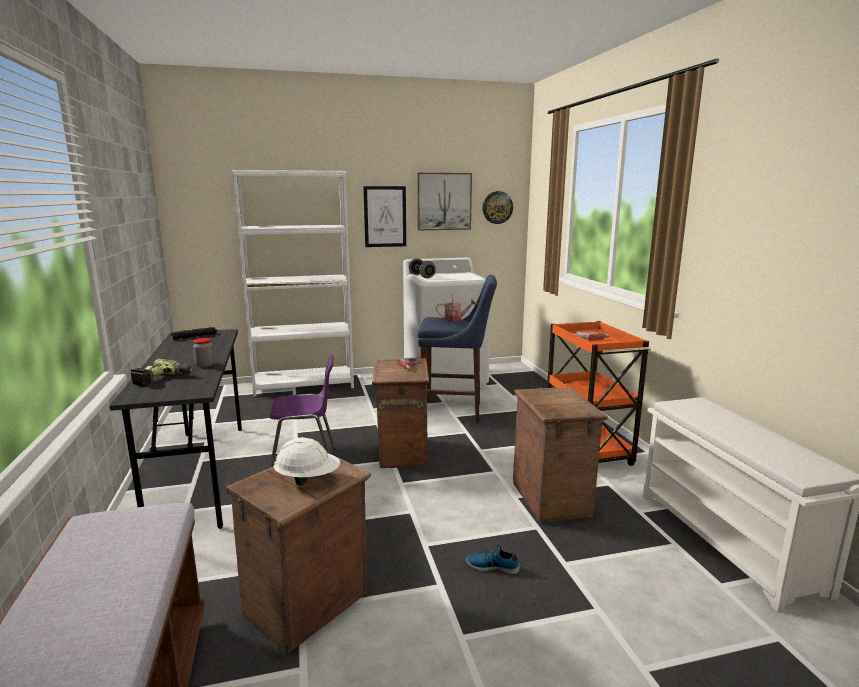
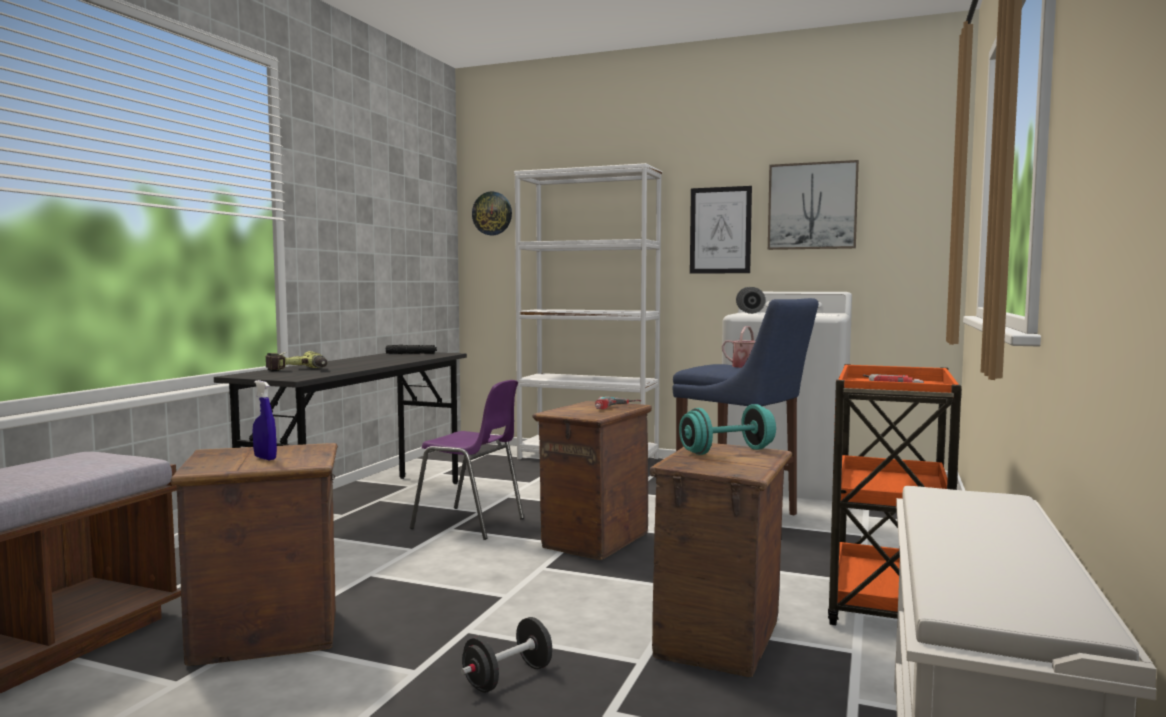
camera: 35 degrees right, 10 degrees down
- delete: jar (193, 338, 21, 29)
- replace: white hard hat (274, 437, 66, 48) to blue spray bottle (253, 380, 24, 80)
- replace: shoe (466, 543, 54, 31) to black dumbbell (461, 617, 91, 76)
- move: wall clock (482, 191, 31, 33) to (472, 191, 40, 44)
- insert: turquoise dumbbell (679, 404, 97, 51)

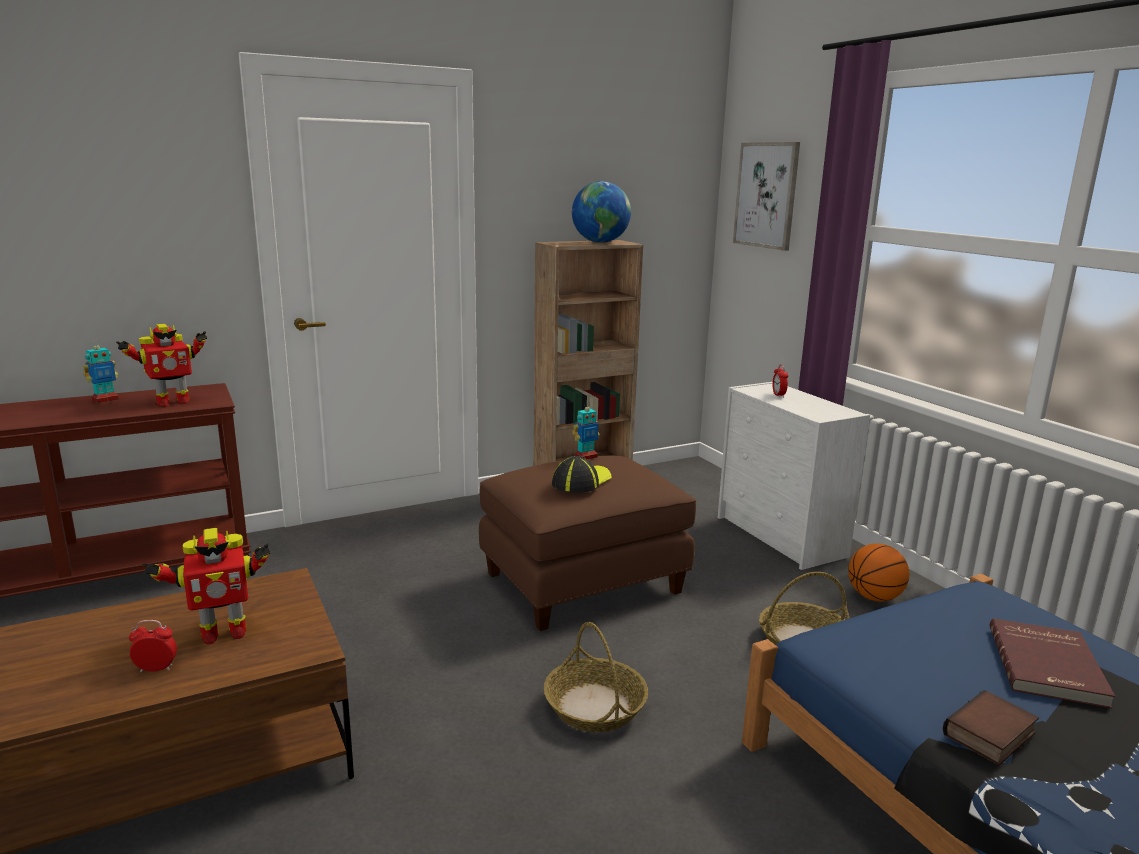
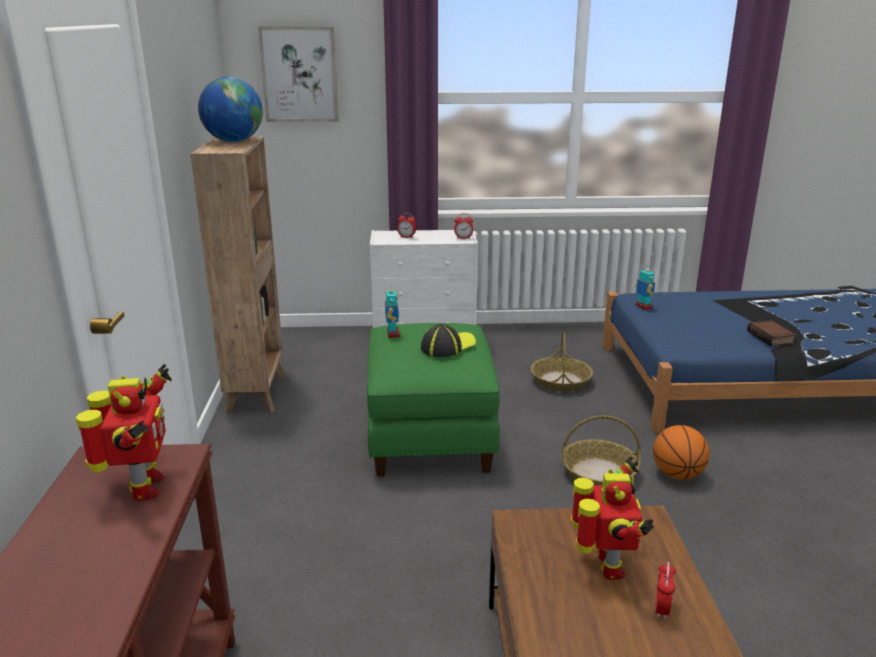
camera: 65 degrees left, 5 degrees up
- move: toy robot (83, 340, 36, 63) to (635, 266, 20, 44)
- recolor: brown ottoman (479, 456, 217, 175) to green ottoman (367, 323, 133, 154)
- rotate: cap (552, 456, 60, 37) = (421, 324, 55, 33) 75 degrees clockwise
- move: basketball (848, 544, 61, 58) to (653, 425, 57, 55)
- delete: red book (990, 619, 125, 89)
- insert: alarm clock (454, 213, 19, 26)

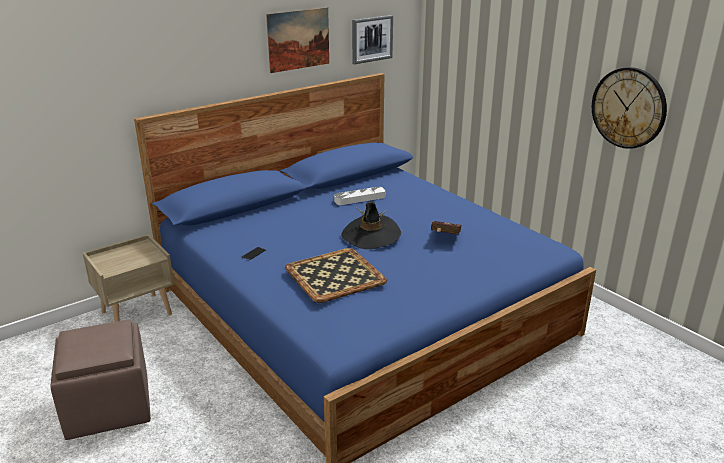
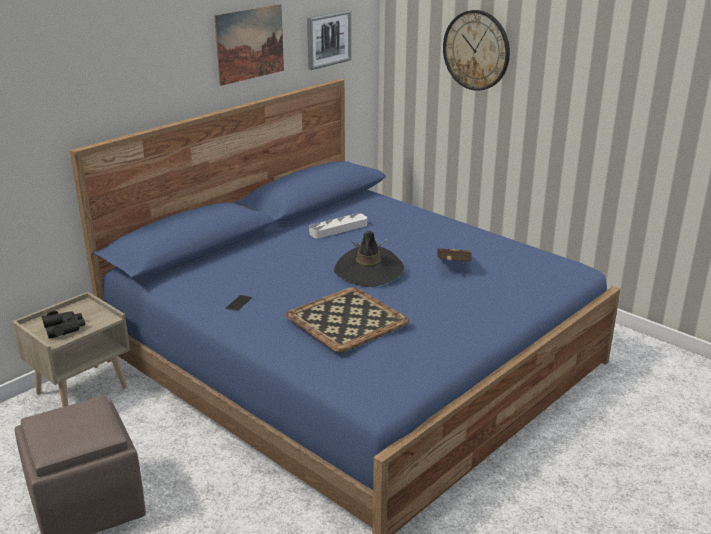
camera: 10 degrees left, 0 degrees up
- move: wall clock (592, 67, 75, 82) to (443, 10, 67, 81)
- insert: black binoculars (42, 311, 43, 28)

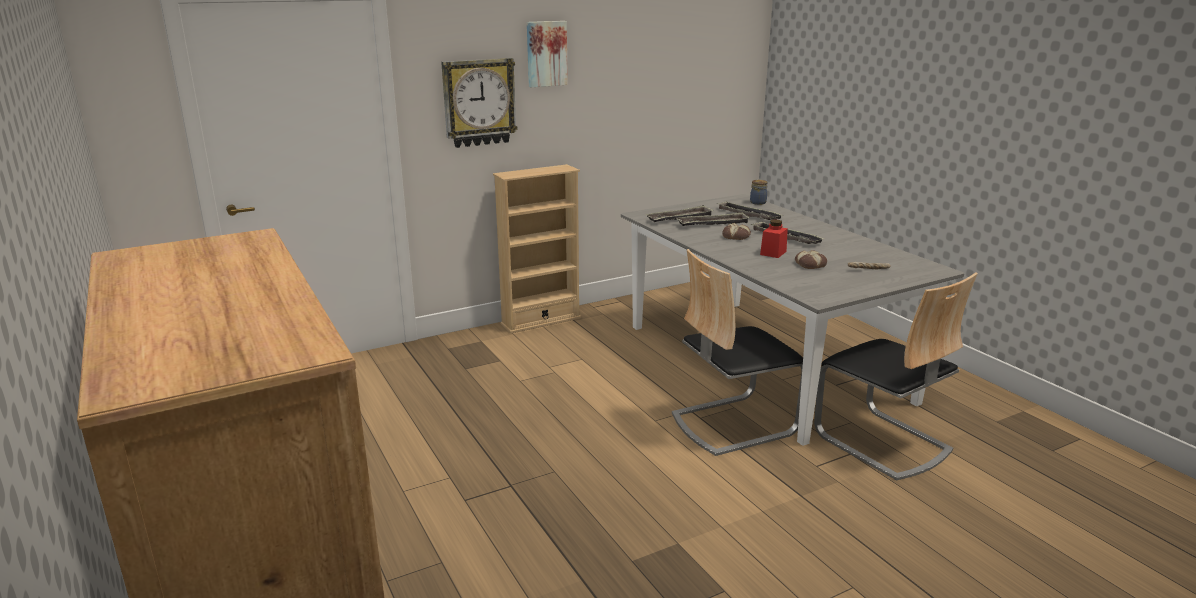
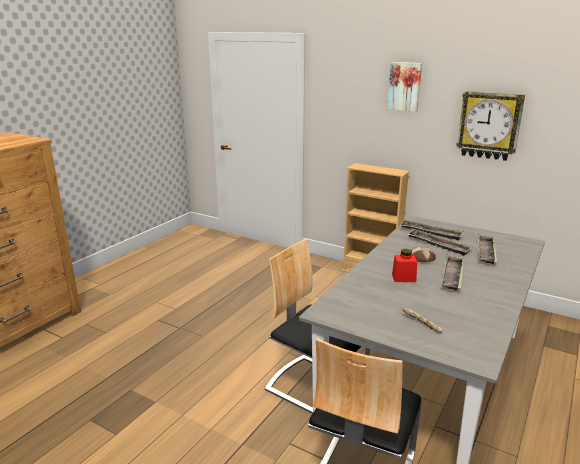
camera: 60 degrees right, 0 degrees up
- move: wall clock (441, 58, 77, 90) to (456, 91, 69, 70)
- delete: jar (750, 180, 18, 25)
- delete: bread (795, 250, 32, 19)

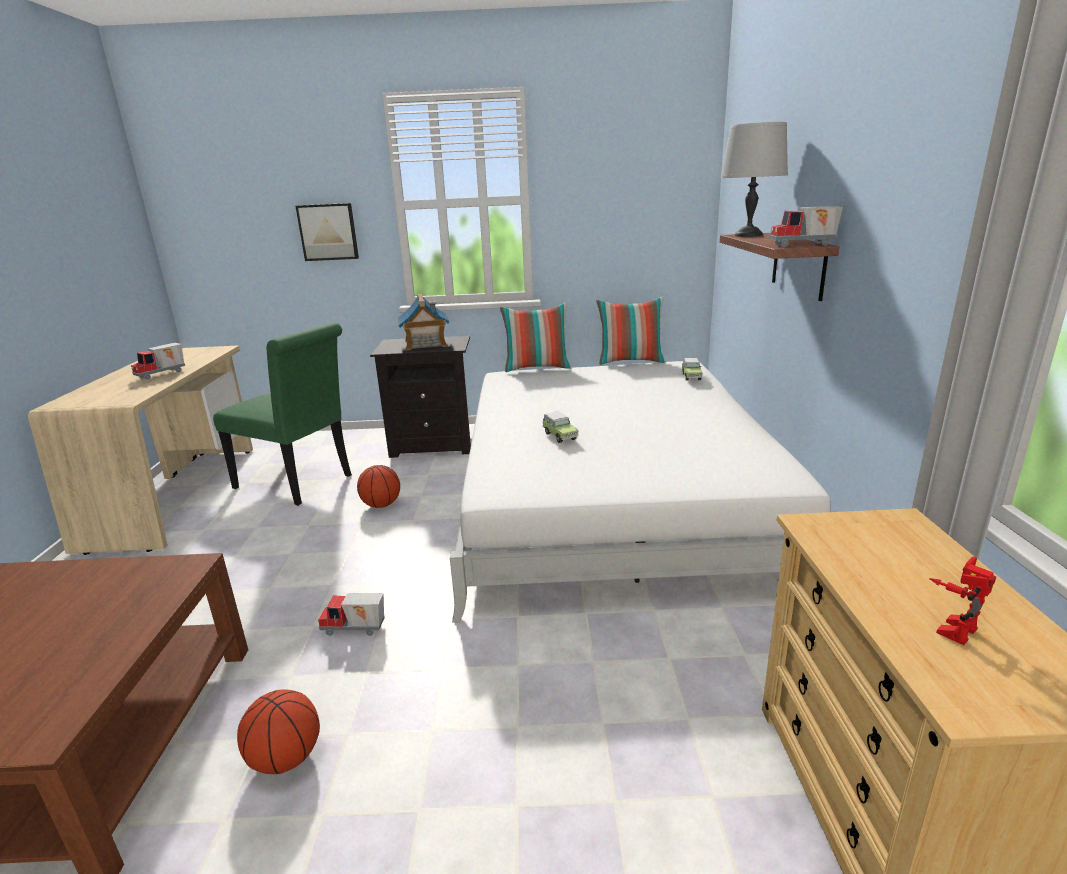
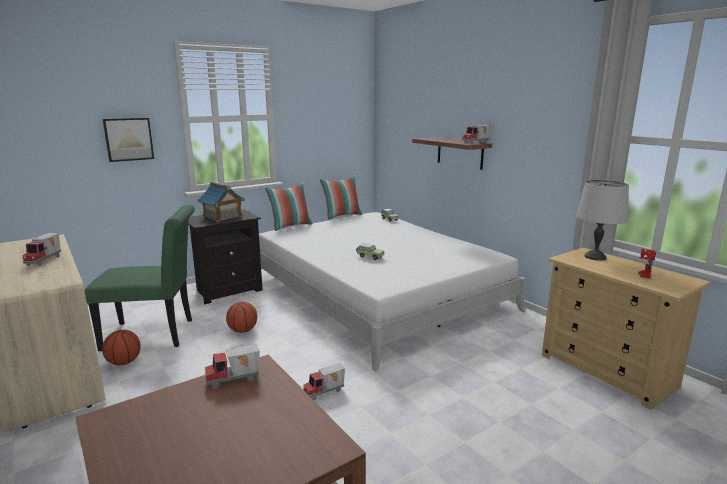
camera: 35 degrees left, 5 degrees down
- move: basketball (237, 689, 83, 85) to (102, 330, 39, 35)
- move: grey table lamp (721, 122, 67, 115) to (576, 180, 53, 81)
- insert: toy truck (205, 344, 55, 45)

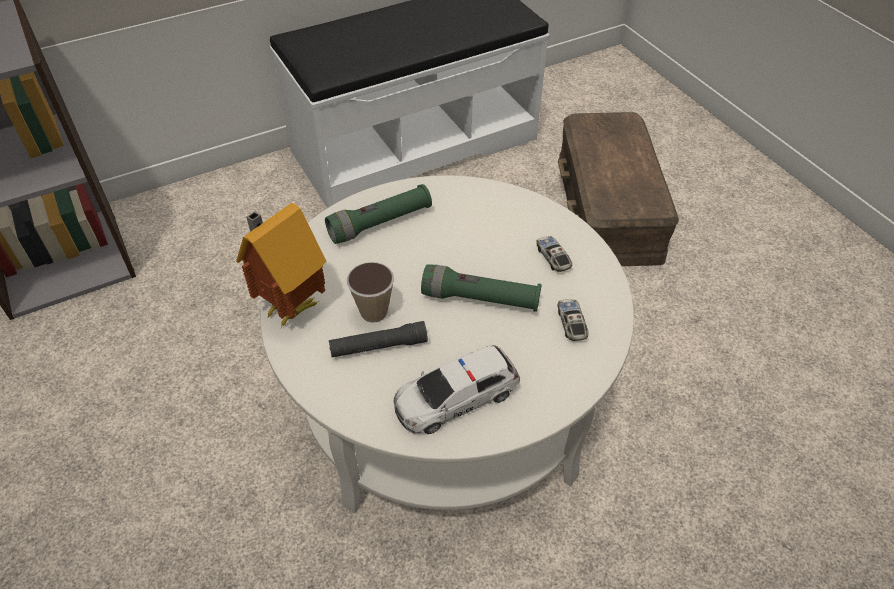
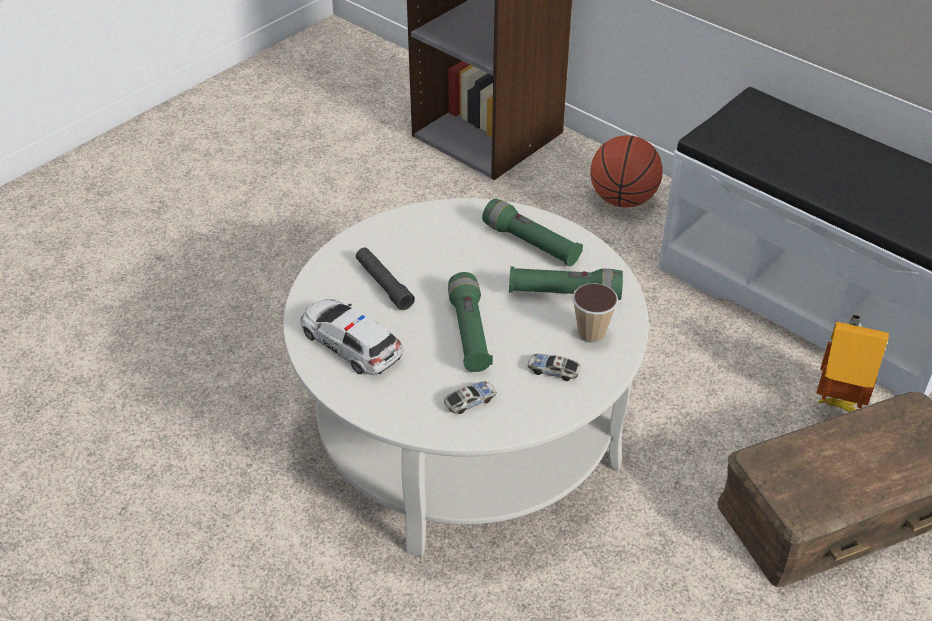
camera: 70 degrees right, 5 degrees down
- move: toy house (236, 203, 90, 125) to (816, 314, 73, 98)
- move: cup (347, 262, 47, 61) to (572, 283, 46, 60)
- rotate: toy car (536, 236, 36, 36) = (528, 354, 52, 27) 120 degrees counterclockwise
- insert: green flashlight (509, 266, 114, 34)
- insert: basketball (590, 135, 73, 73)

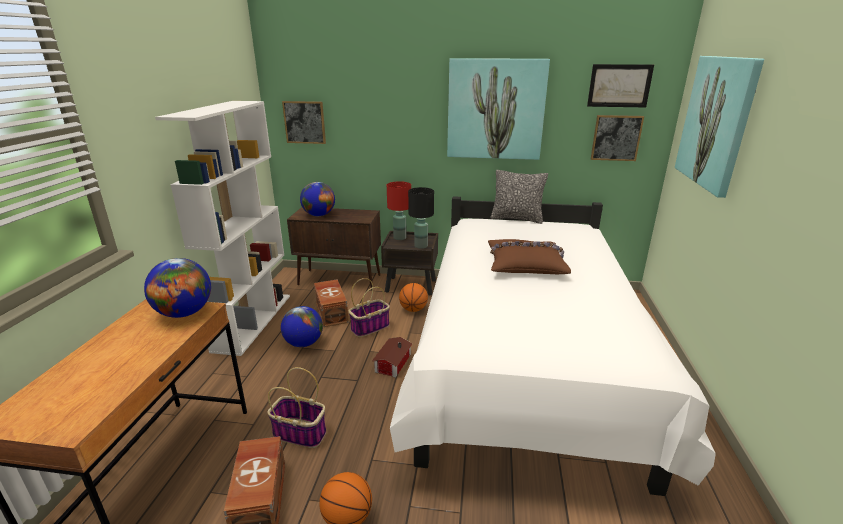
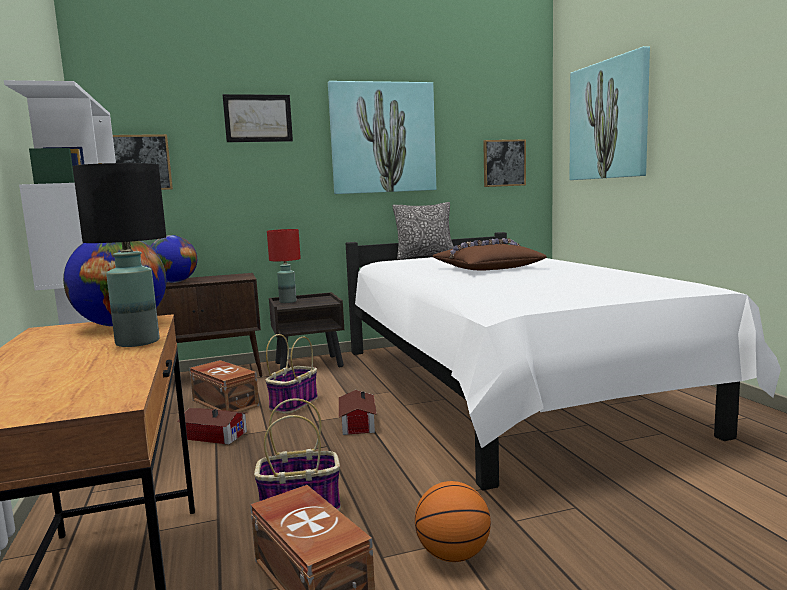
camera: 25 degrees left, 15 degrees down
- replace: globe (281, 306, 42, 41) to toy house (177, 408, 70, 37)
- delete: basketball (399, 283, 29, 29)
- move: black table lamp (408, 187, 26, 62) to (73, 163, 93, 184)
- move: picture (587, 64, 67, 43) to (222, 94, 71, 48)

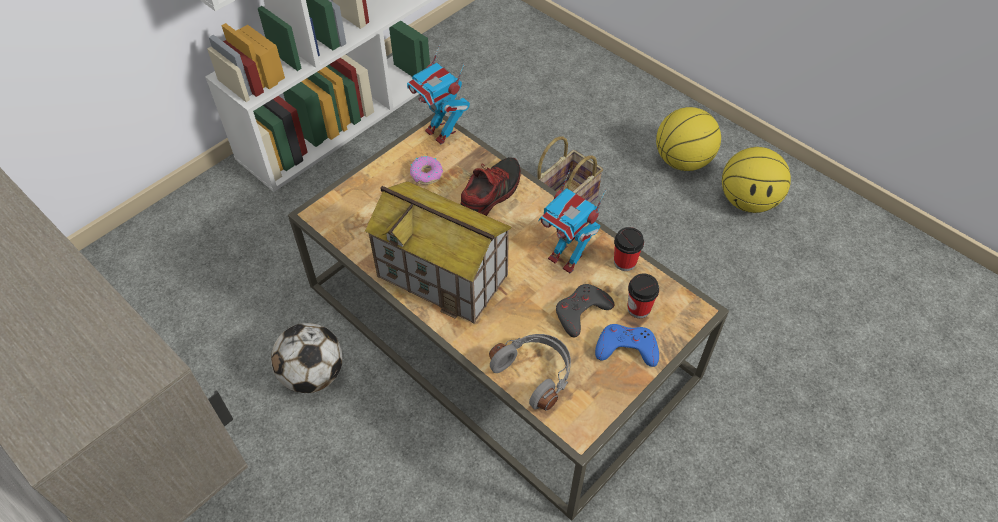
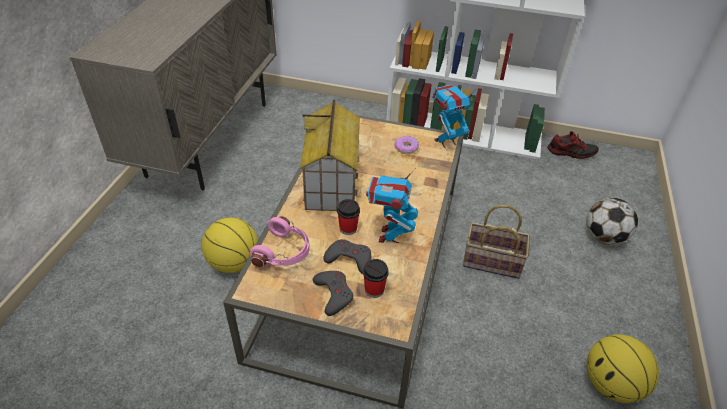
camera: 60 degrees right, 10 degrees down
- move: football (271, 323, 72, 70) to (587, 198, 51, 46)
- rotate: toy robot (407, 44, 63, 100) = (432, 85, 44, 63) 45 degrees clockwise
- move: shoe (460, 157, 61, 59) to (547, 131, 52, 28)
- recolor: grey headphones (489, 334, 82, 77) to pink headphones (250, 216, 60, 51)
- recolor: blue game controller (595, 324, 64, 43) to grey game controller (313, 271, 40, 45)
- move: cup (614, 227, 30, 44) to (337, 199, 23, 36)
- move: basketball (656, 107, 65, 64) to (202, 217, 56, 56)

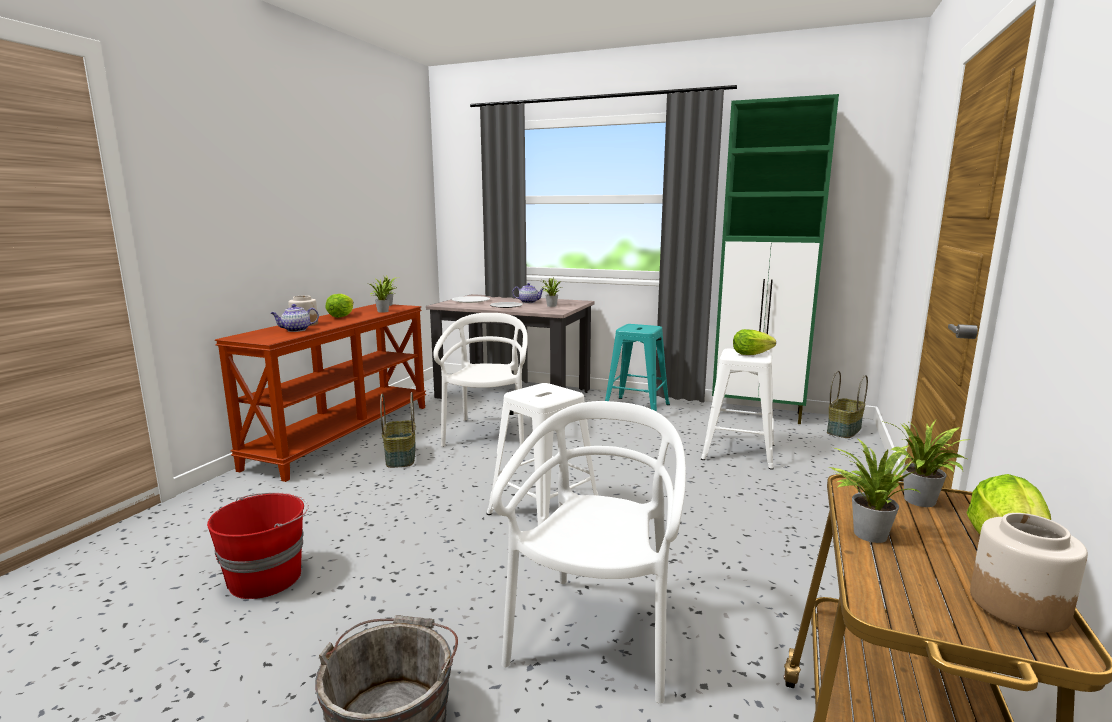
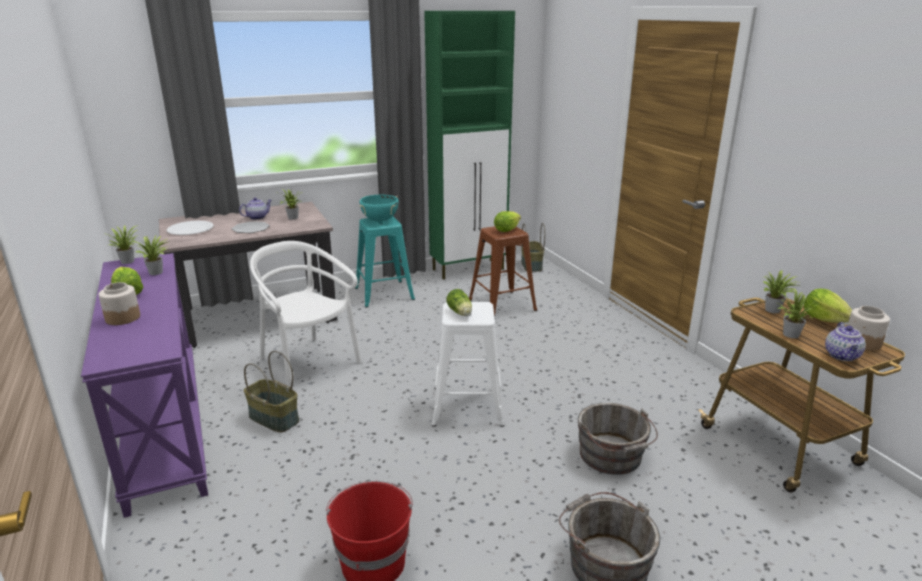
camera: 45 degrees left, 10 degrees up
- recolor: brown console table (215, 304, 211, 178) to purple console table (81, 253, 127, 265)
- move: teapot (271, 304, 48, 28) to (825, 322, 41, 39)
- replace: white chair (492, 401, 194, 303) to grey bucket (578, 403, 80, 72)
- recolor: white stool (701, 349, 73, 121) to brown stool (469, 226, 68, 90)
- insert: turquoise cooking pot (360, 195, 39, 27)
- insert: lettuce (446, 289, 26, 27)

